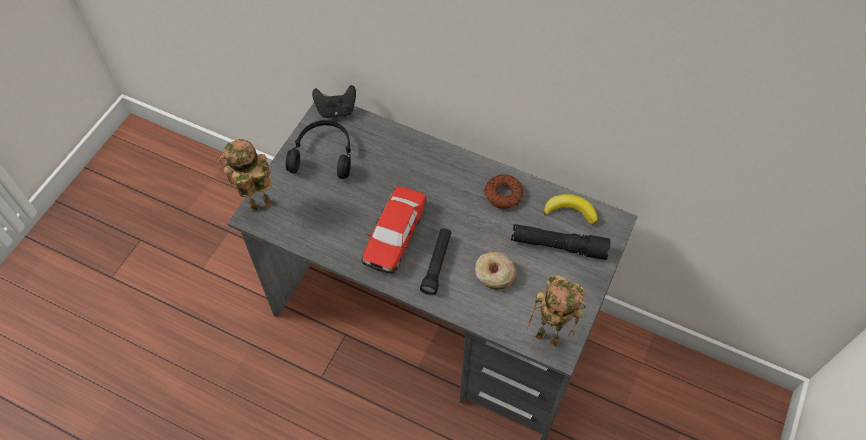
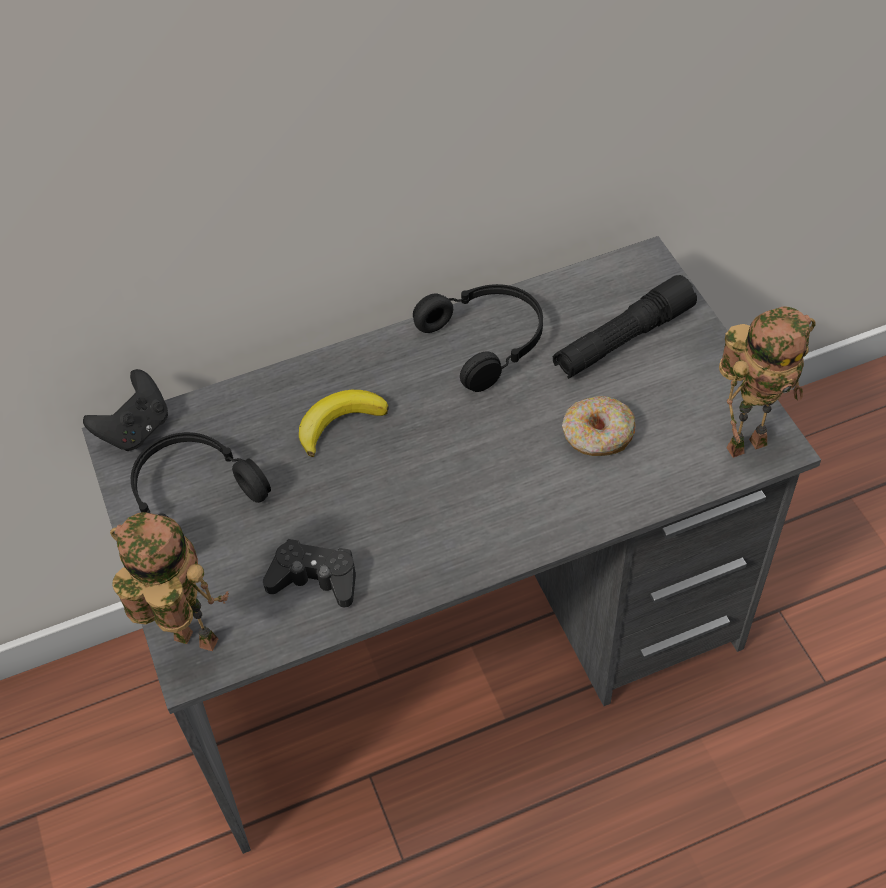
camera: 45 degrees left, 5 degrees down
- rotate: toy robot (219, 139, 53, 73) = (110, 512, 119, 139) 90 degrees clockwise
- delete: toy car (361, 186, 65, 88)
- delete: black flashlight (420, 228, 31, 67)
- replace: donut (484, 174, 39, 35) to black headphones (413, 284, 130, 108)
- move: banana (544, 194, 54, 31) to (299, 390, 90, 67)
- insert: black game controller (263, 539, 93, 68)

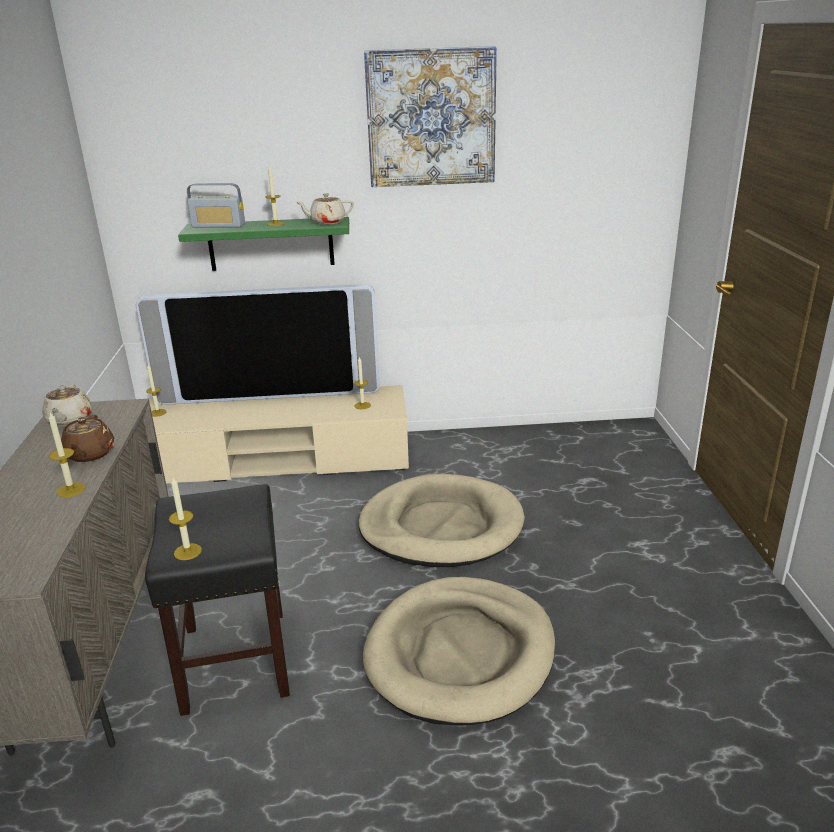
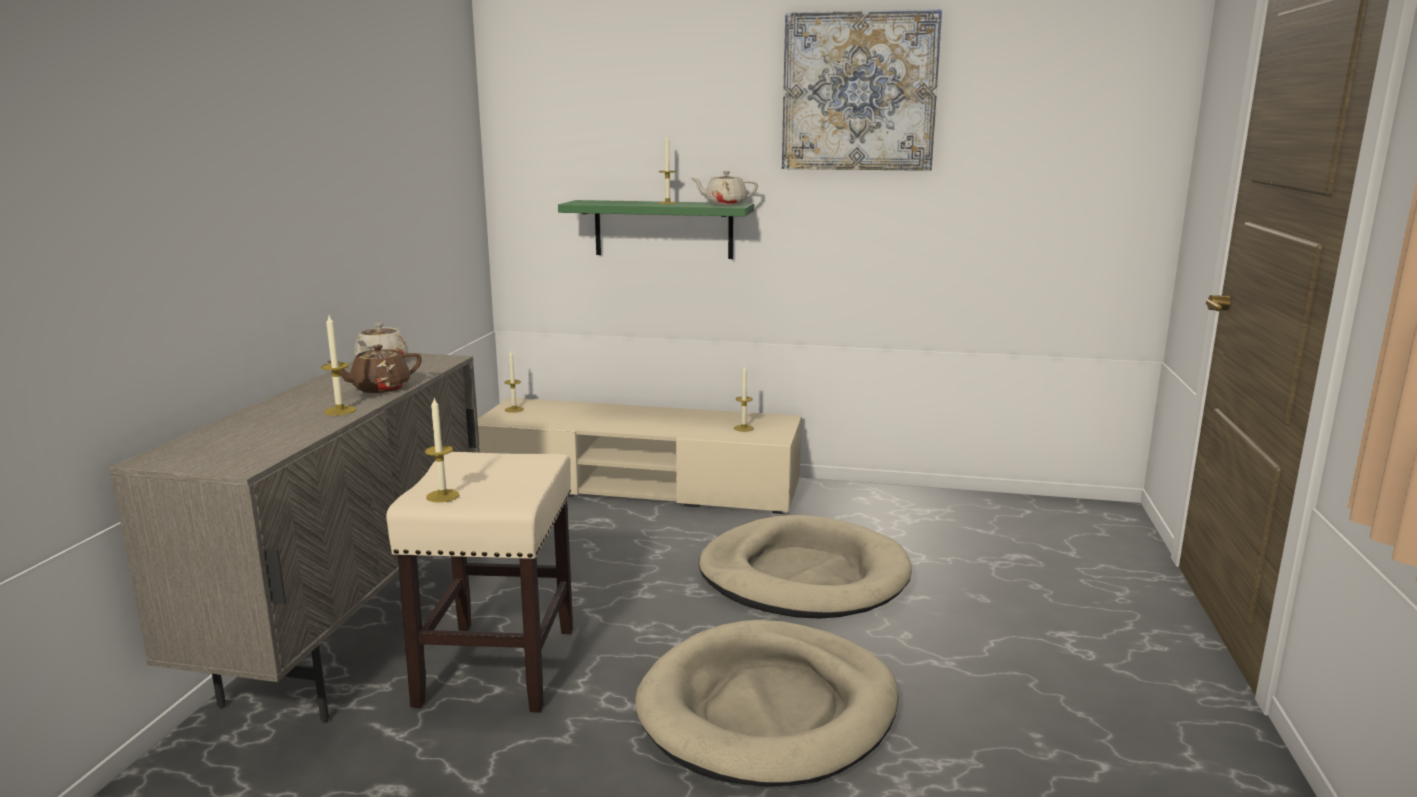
camera: 15 degrees right, 10 degrees down
- rotate: brown teapot (61, 415, 53, 47) = (327, 345, 95, 48) 45 degrees clockwise
- delete: television (136, 284, 244, 121)
- recolor: black stool (145, 484, 145, 232) to beige stool (386, 452, 187, 260)
- delete: radio (187, 183, 58, 45)

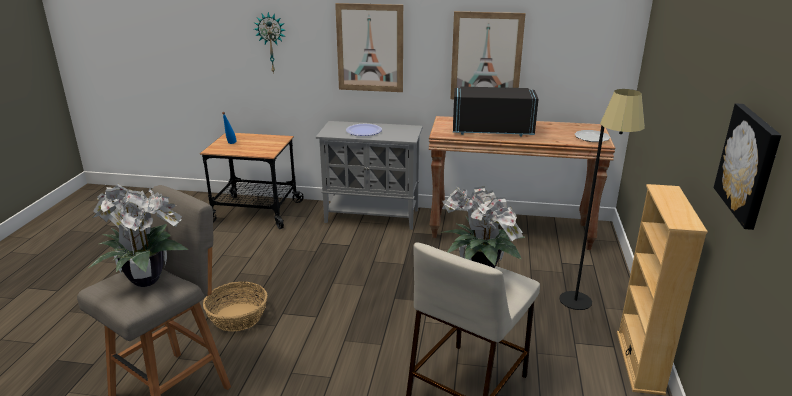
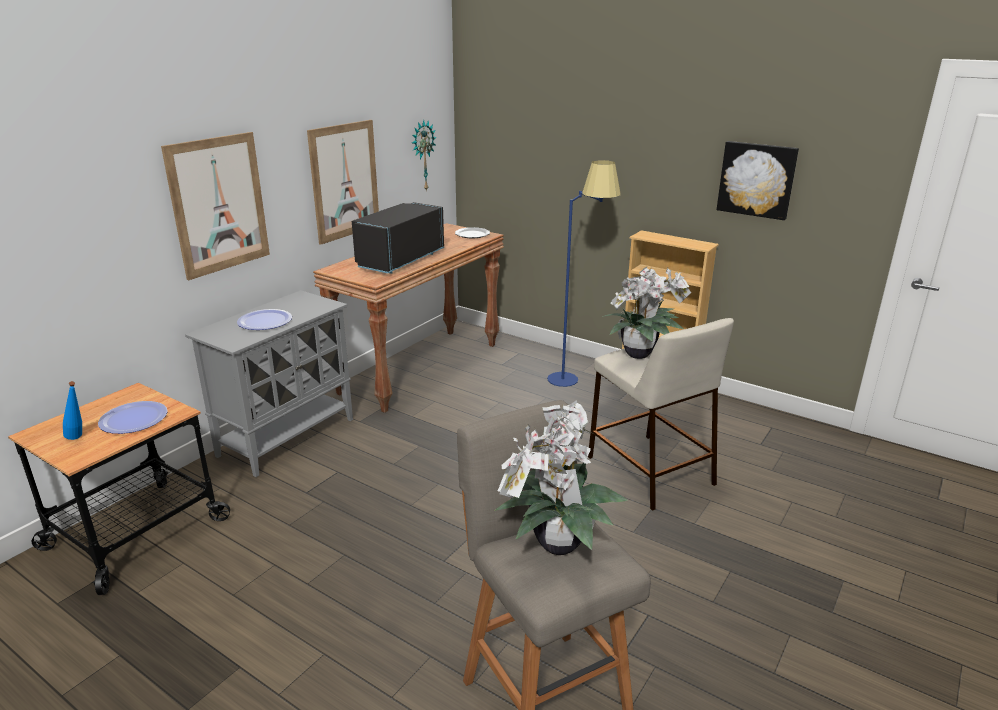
camera: 65 degrees left, 0 degrees up
- delete: basket (203, 282, 64, 49)
- move: wall clock (254, 12, 31, 62) to (412, 120, 25, 72)
- recolor: black floor lamp (559, 89, 86, 221) to blue floor lamp (547, 160, 74, 227)
- insert: plate (98, 401, 70, 33)

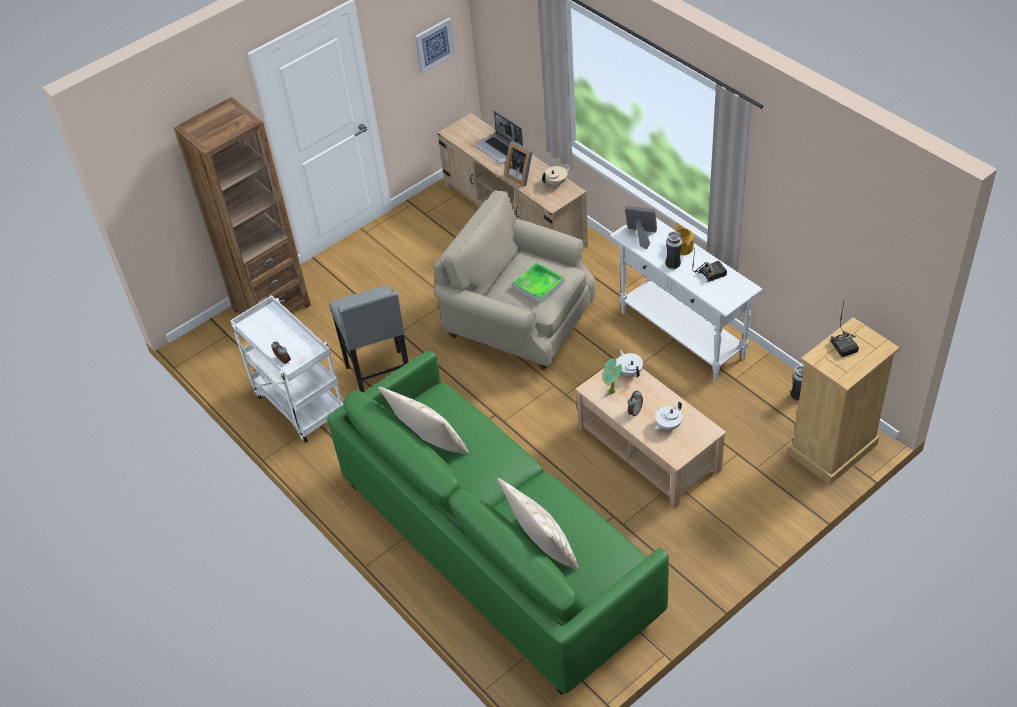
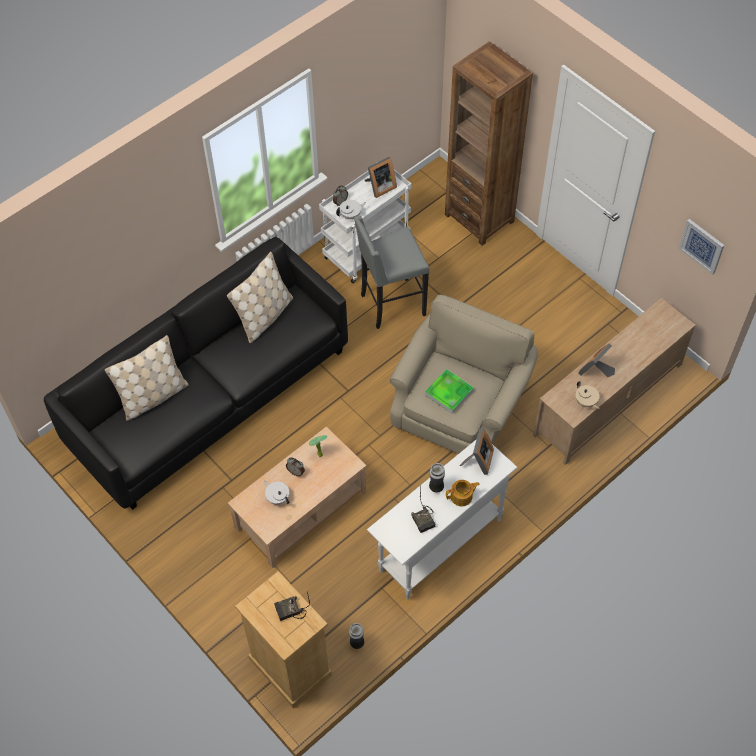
camera: 85 degrees right, 10 degrees up
- recolor: green sofa (327, 350, 342, 345) to black sofa (44, 237, 304, 273)
- delete: laptop (475, 111, 48, 53)
- move: white teapot (617, 350, 26, 27) to (336, 200, 30, 19)
- insert: picture frame (365, 157, 32, 41)

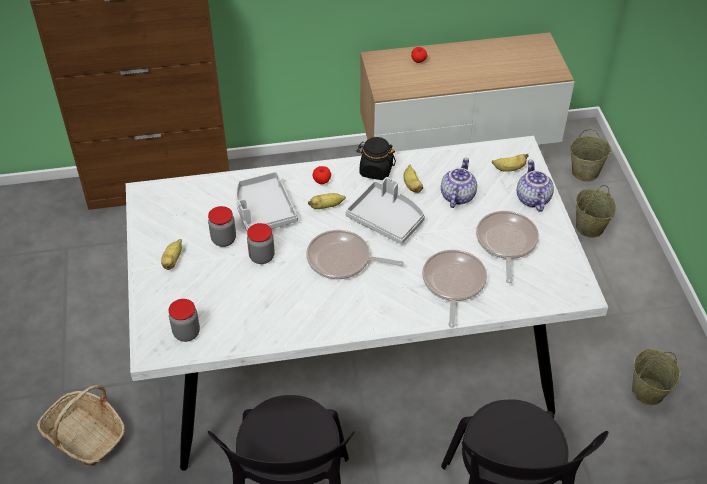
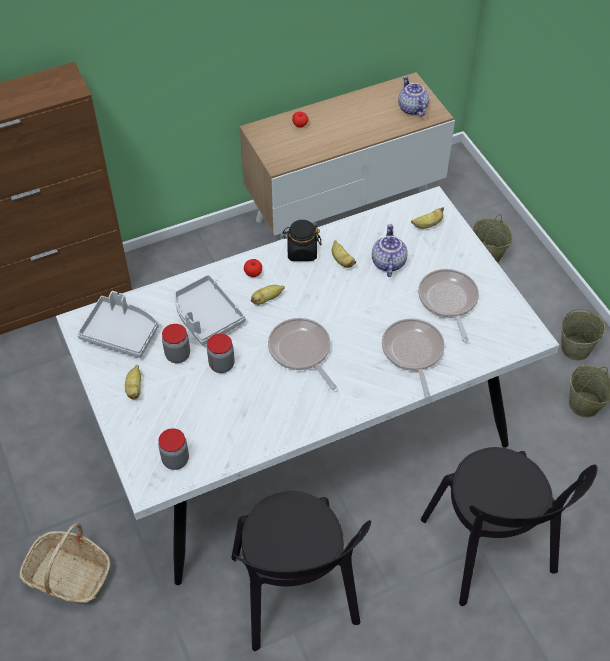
camera: 15 degrees left, 5 degrees up
- rotate: frying pan (306, 230, 98, 49) = (268, 318, 69, 72) 60 degrees clockwise
- move: grey tray (345, 177, 80, 67) to (77, 291, 82, 67)
- move: teapot (517, 160, 37, 52) to (398, 76, 31, 41)
- move: beige bucket (570, 130, 41, 52) to (561, 309, 44, 51)

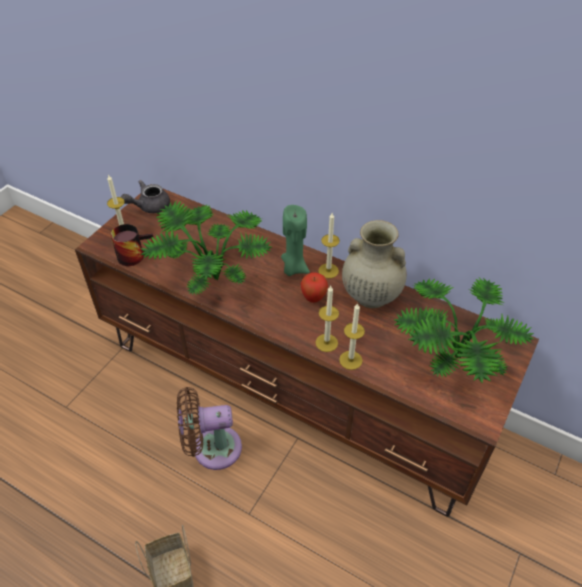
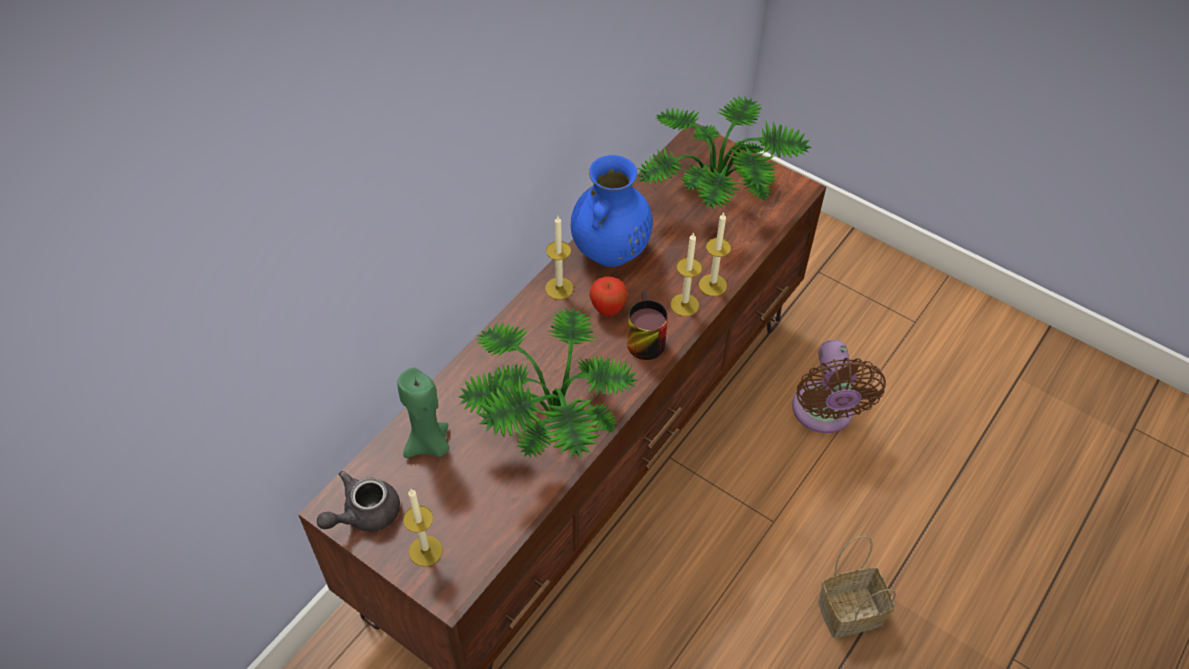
camera: 85 degrees left, 5 degrees up
- move: mug (111, 224, 43, 42) to (627, 290, 41, 70)
- rotate: grey teapot (121, 180, 49, 33) = (317, 471, 83, 61) 75 degrees clockwise
- move: brown fan (177, 387, 65, 83) to (792, 340, 94, 93)
- move: green candle (281, 205, 29, 71) to (397, 368, 52, 90)
- recolor: beige vase (342, 220, 65, 88) to blue vase (571, 155, 82, 112)

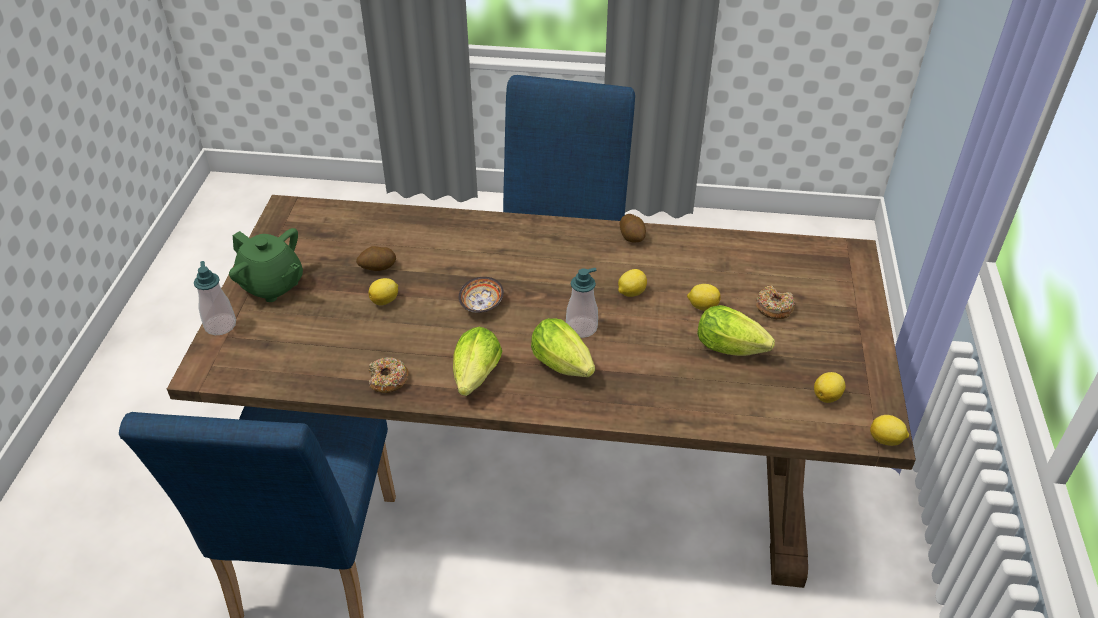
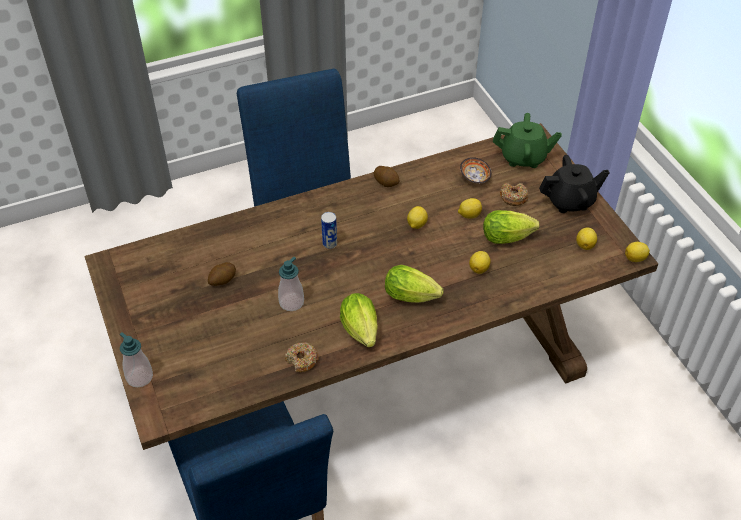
camera: 30 degrees left, 5 degrees up
- move: green teapot (229, 228, 74, 74) to (493, 113, 69, 55)
- move: lemon (368, 278, 30, 27) to (469, 251, 22, 23)
- move: bowl (459, 277, 45, 36) to (460, 157, 32, 27)
- move: soap dispenser (566, 268, 32, 70) to (278, 257, 26, 54)
- insert: can (321, 212, 16, 37)
- insert: black teapot (539, 155, 71, 58)

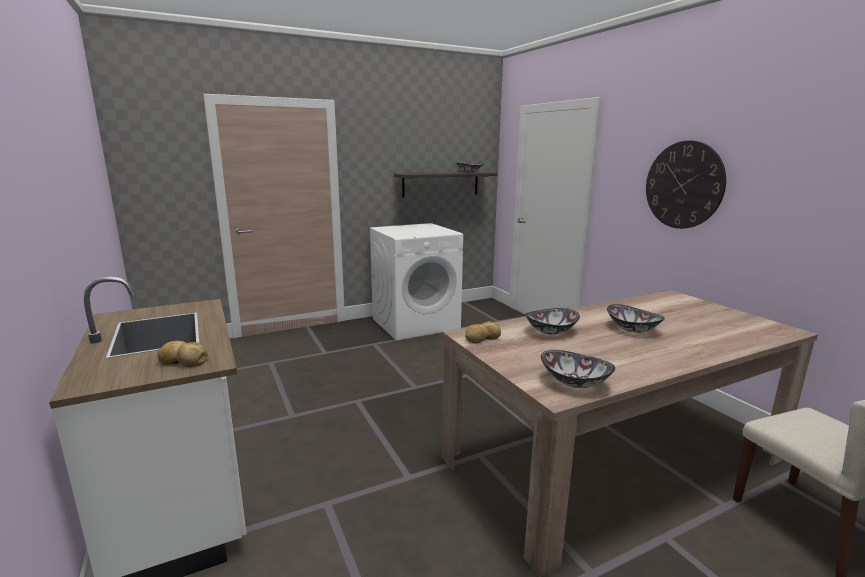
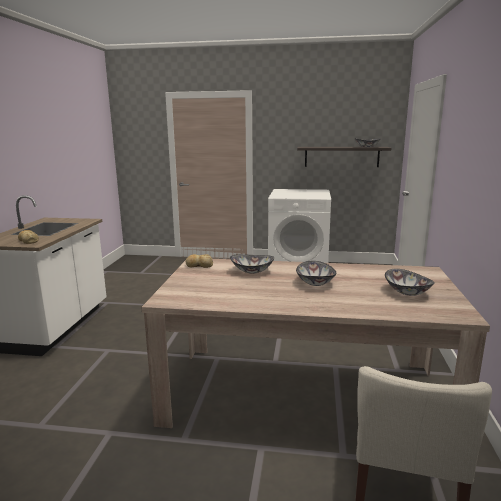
camera: 35 degrees right, 0 degrees up
- move: bowl (541, 350, 74, 38) to (385, 269, 50, 27)
- delete: wall clock (646, 140, 80, 89)

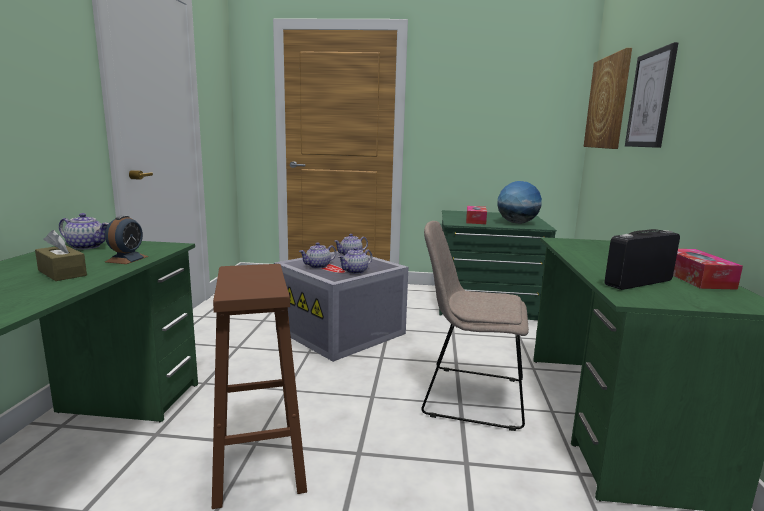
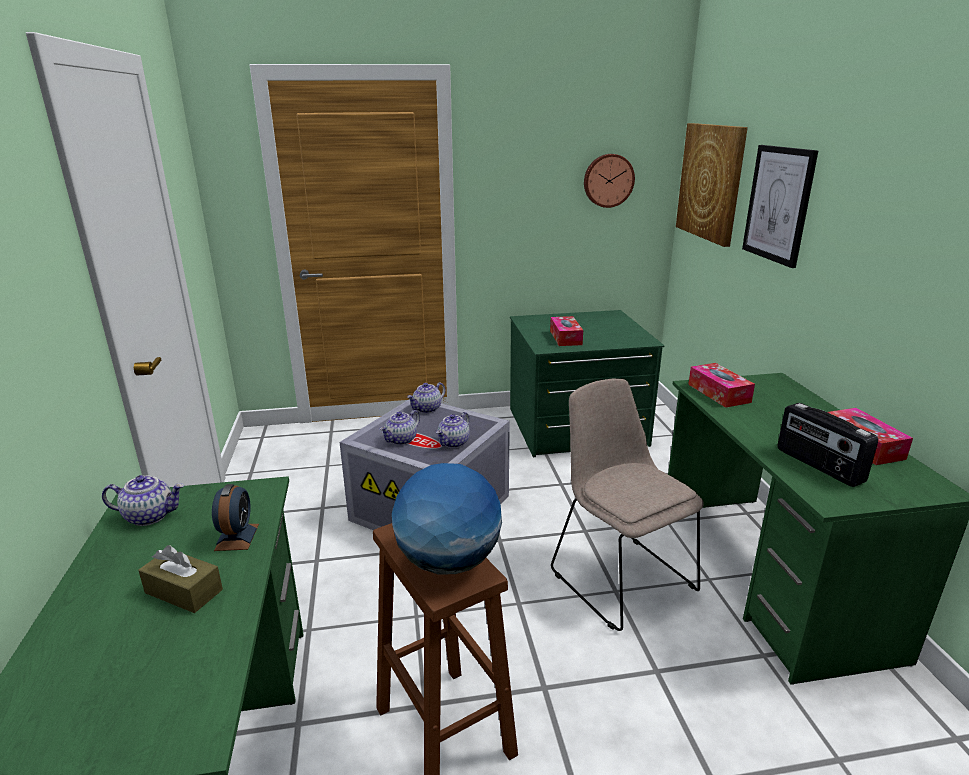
camera: 15 degrees left, 10 degrees up
- rotate: beige chair (421, 221, 108, 210) = (551, 378, 153, 253) 60 degrees clockwise
- move: globe (497, 181, 45, 43) to (392, 463, 110, 112)
- rotate: radio (605, 229, 75, 61) = (778, 403, 100, 84) 75 degrees counterclockwise
- insert: wall clock (584, 154, 51, 54)
- insert: tissue box (688, 363, 67, 45)

